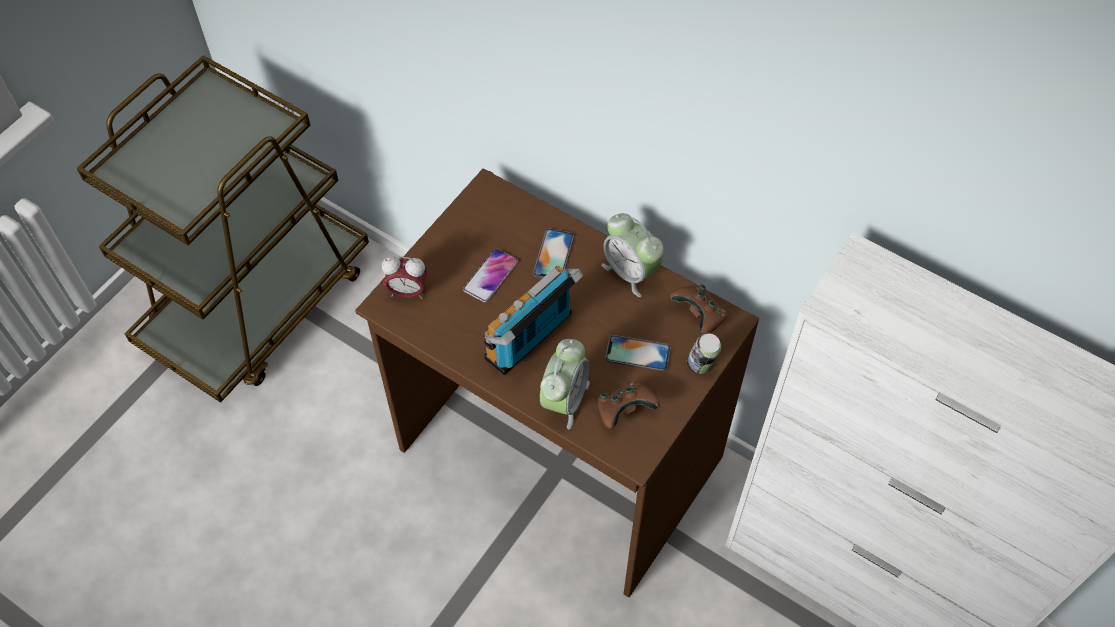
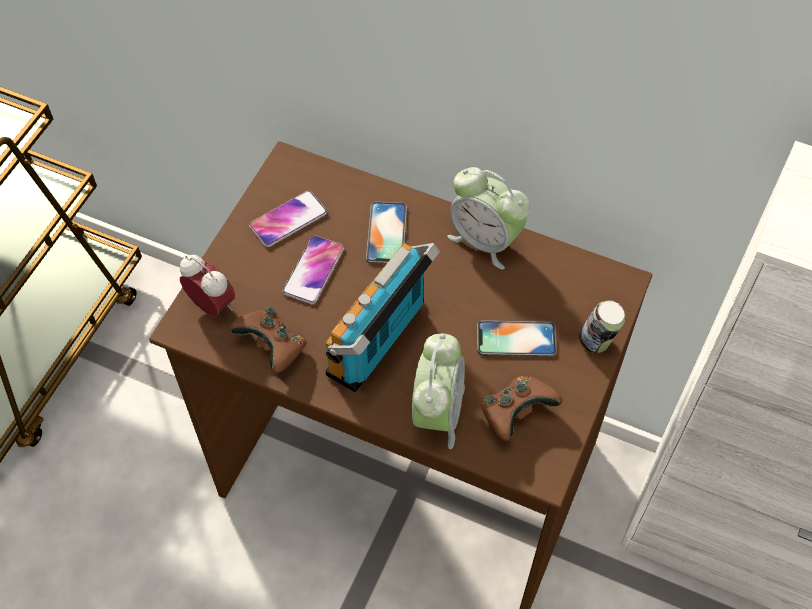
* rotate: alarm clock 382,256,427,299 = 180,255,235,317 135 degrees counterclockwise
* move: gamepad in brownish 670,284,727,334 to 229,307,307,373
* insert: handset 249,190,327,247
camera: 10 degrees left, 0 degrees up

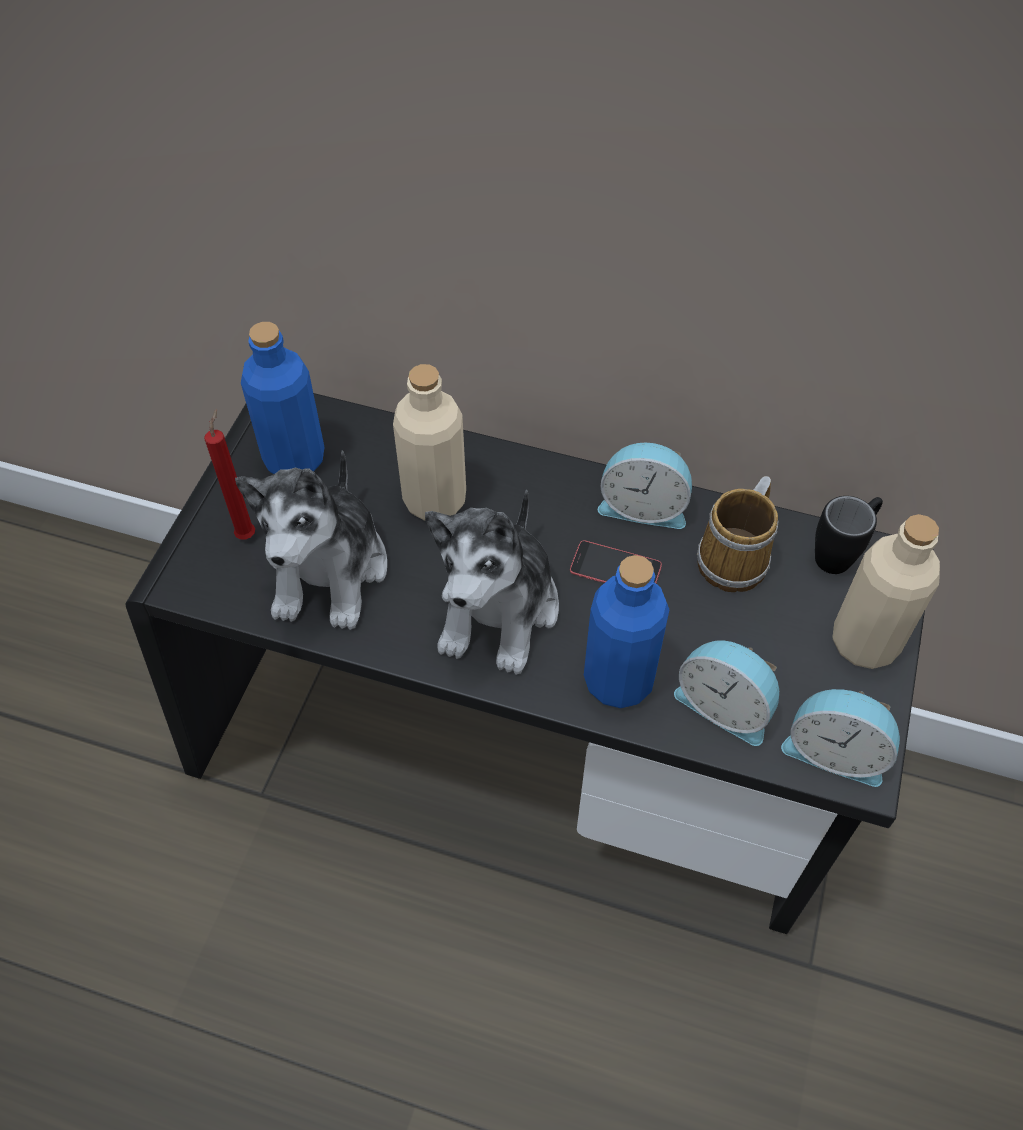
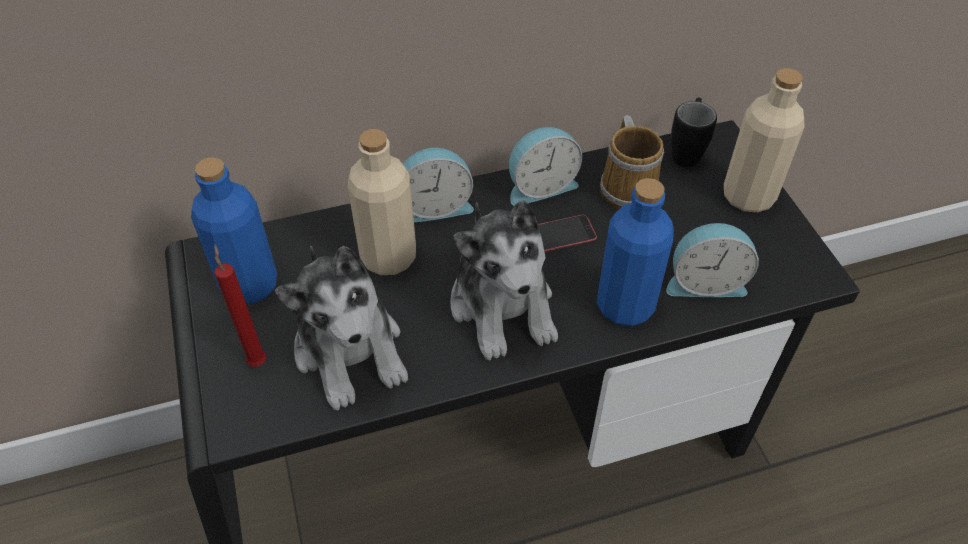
* move: alarm clock 781,689,900,787 to 403,148,474,222
camera: 35 degrees left, 5 degrees down

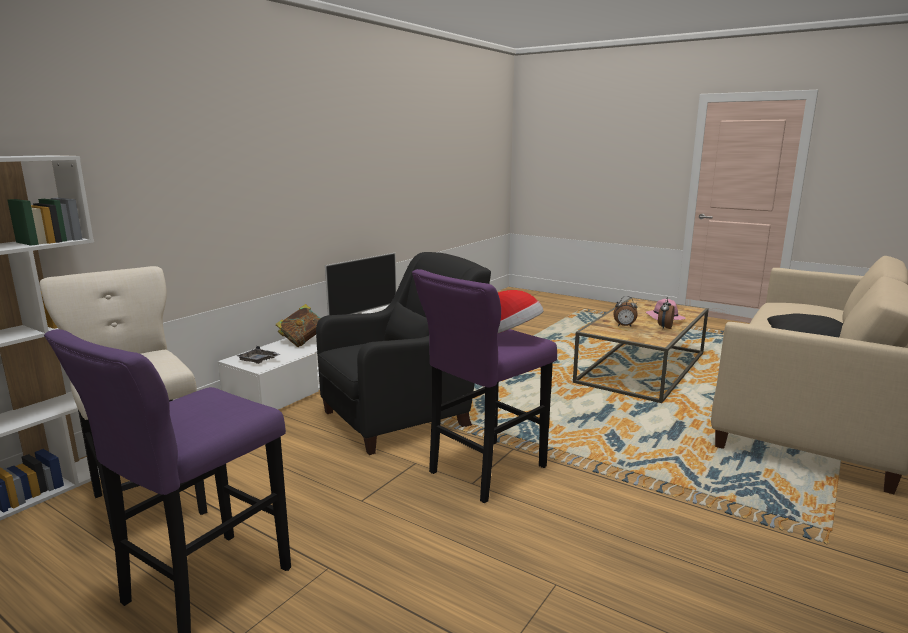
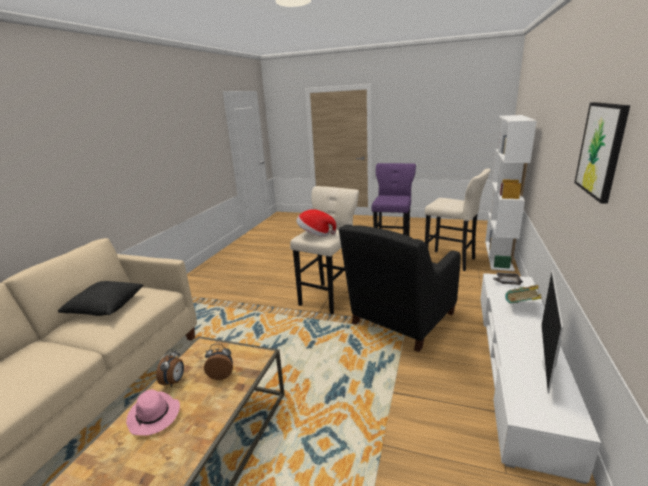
* recolor: stool in purple-coloured 412,269,557,503 to stool in sand-coloured 290,186,359,314
* insert: wall picture 574,102,630,204
camera: 165 degrees right, 5 degrees up

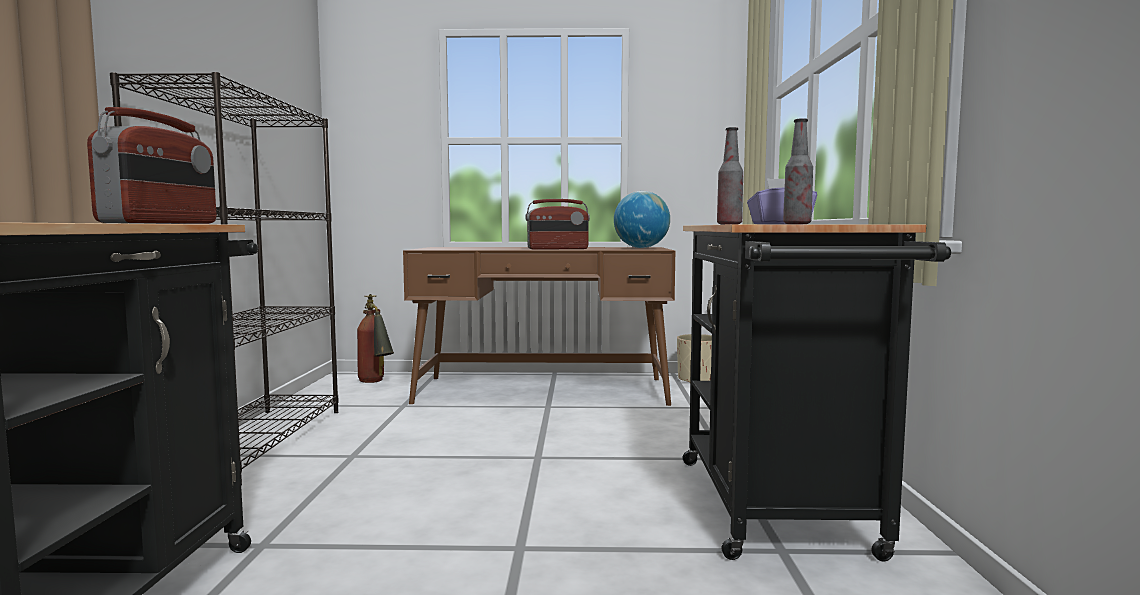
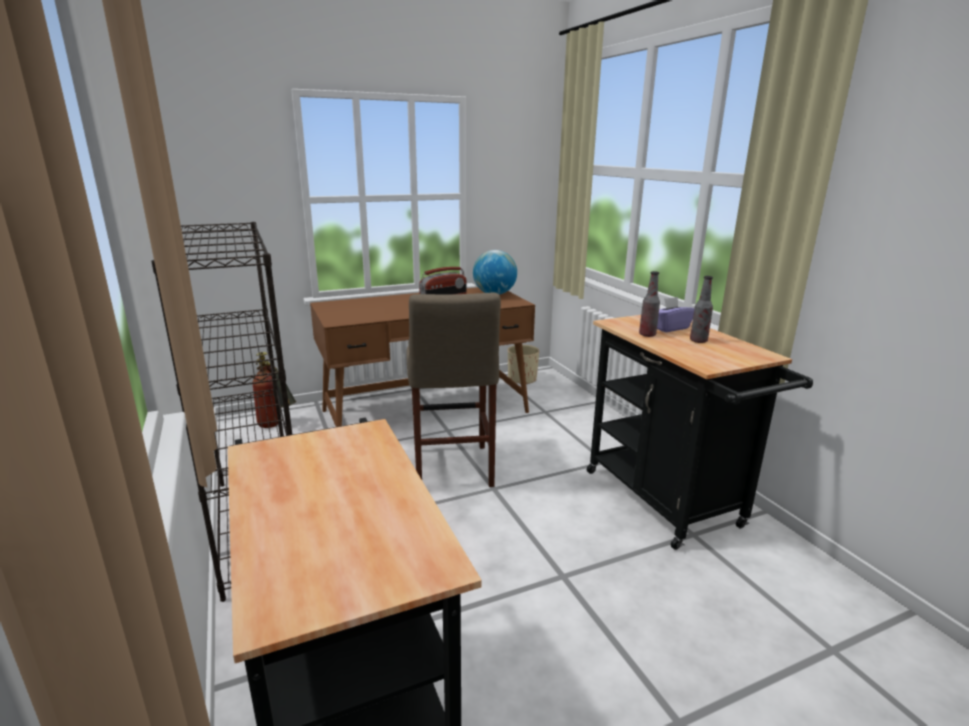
* delete: radio 87,107,217,224
* insert: stool in sand-coloured 406,293,501,487
camera: 25 degrees left, 15 degrees up

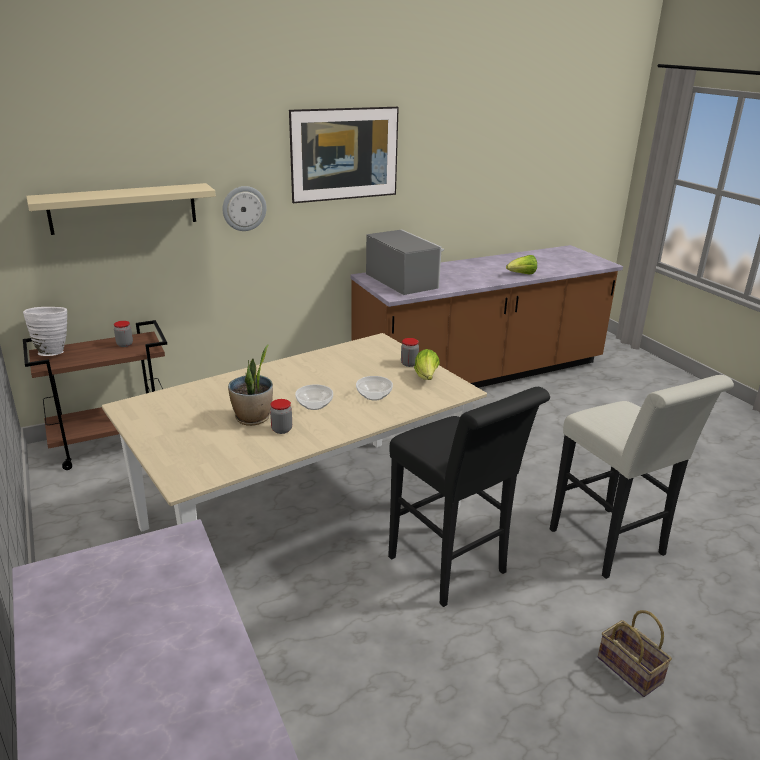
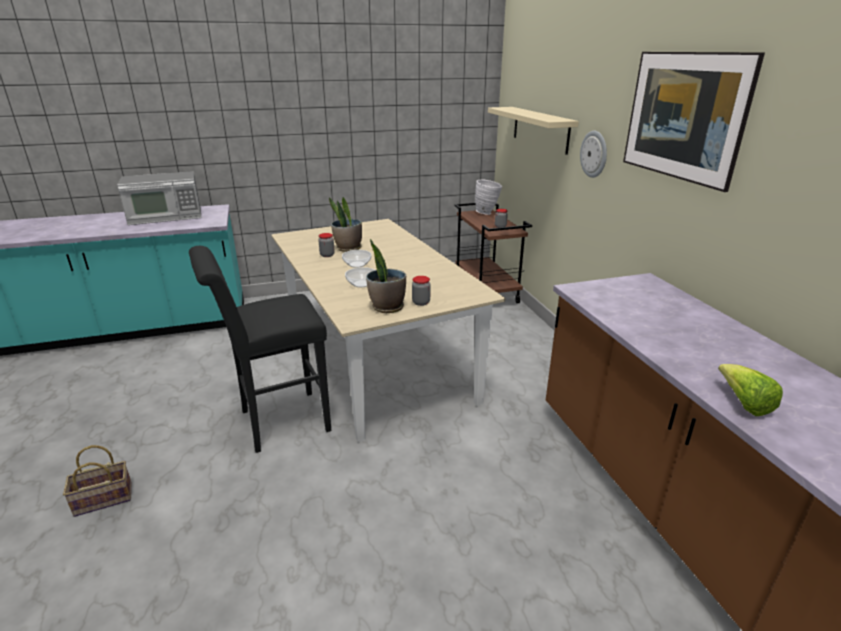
* move: kitchen microwave 366,230,444,295 to 117,171,201,225
* replace: lettuce head 414,349,440,380 to potted plant 366,239,406,313
* delete: stool in white 550,375,734,579
camera: 100 degrees right, 0 degrees up

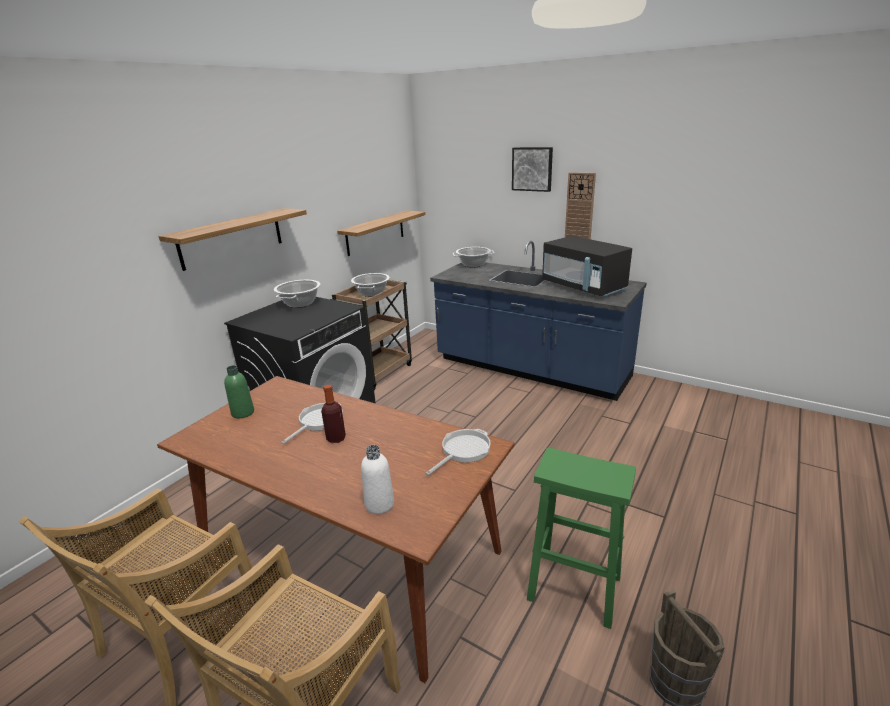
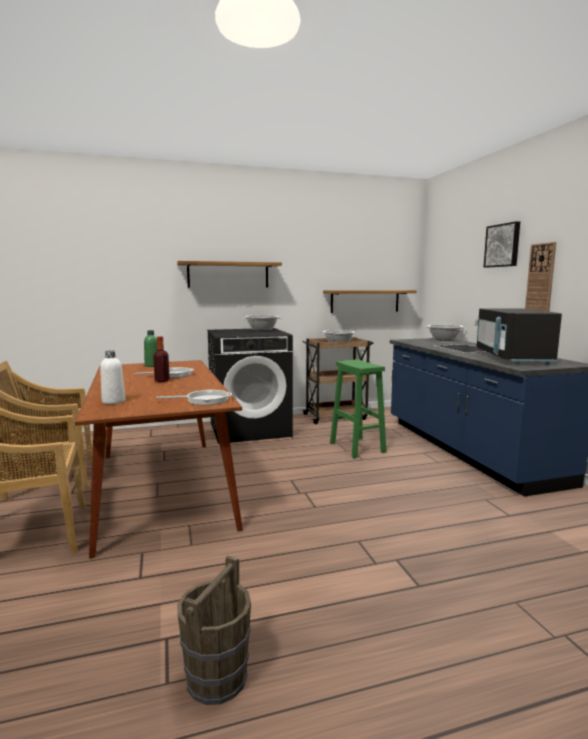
* move: stool in greenish 527,447,636,629 to 330,359,387,458
camera: 40 degrees right, 15 degrees down

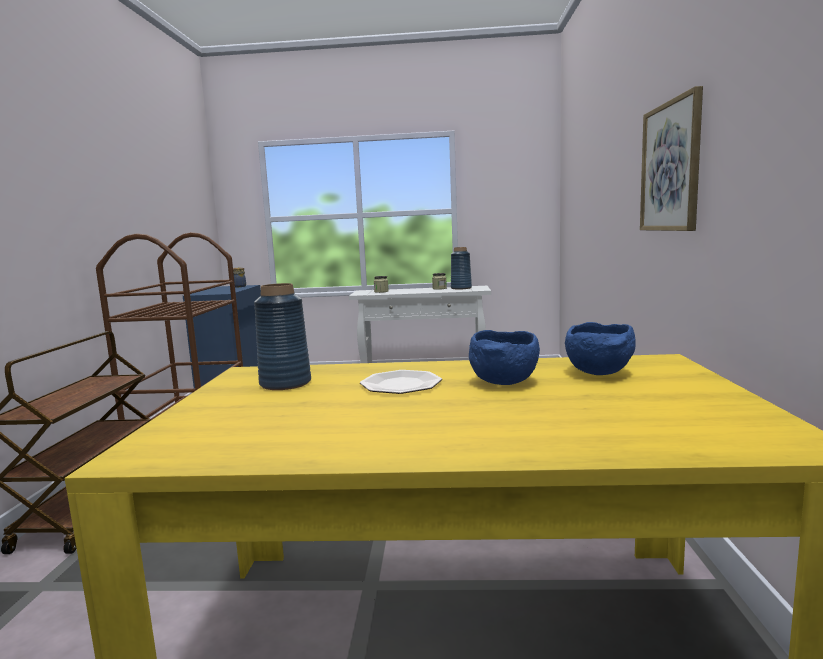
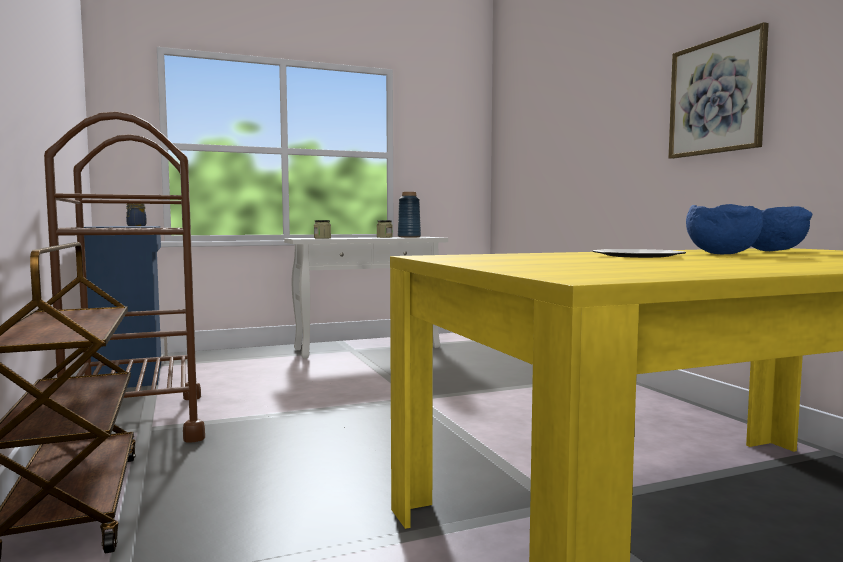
* delete: flower vase in blue-coloured 254,283,311,390
camera: 25 degrees left, 5 degrees down

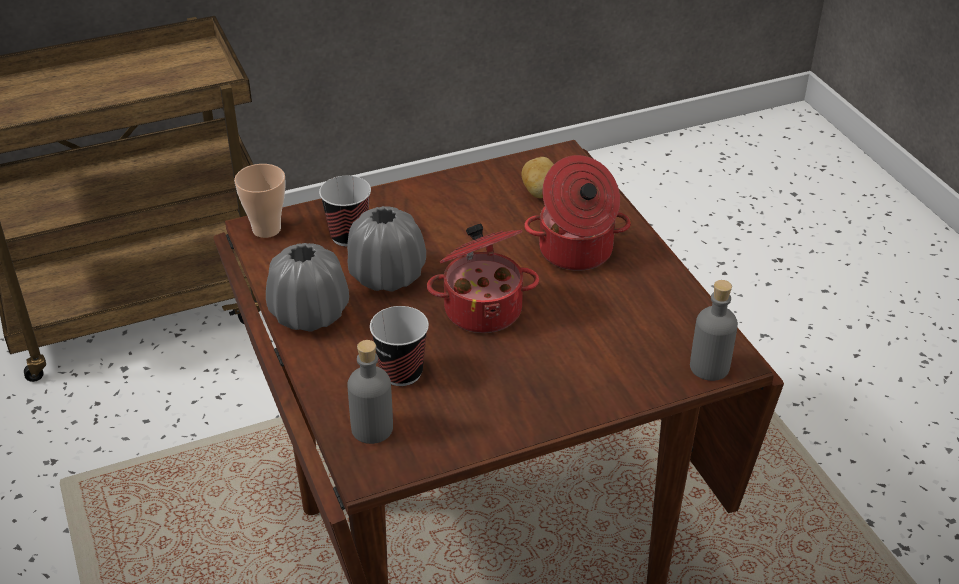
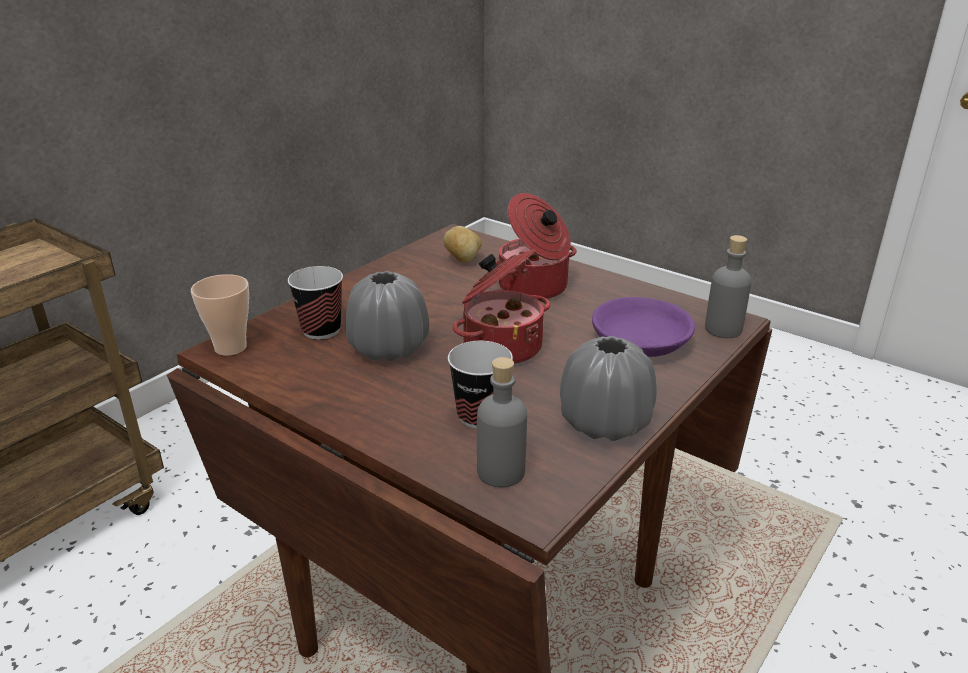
* move: flower vase in greyish 266,243,349,332 to 560,336,657,441
* insert: bowl in purple-coloured 592,297,695,357
camera: 30 degrees left, 10 degrees down

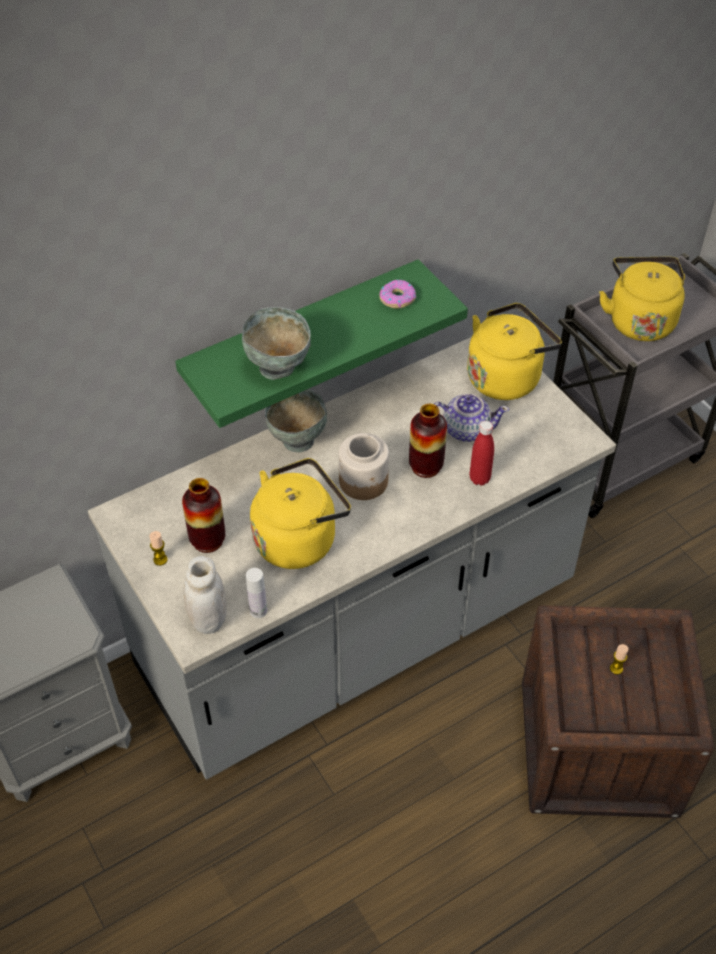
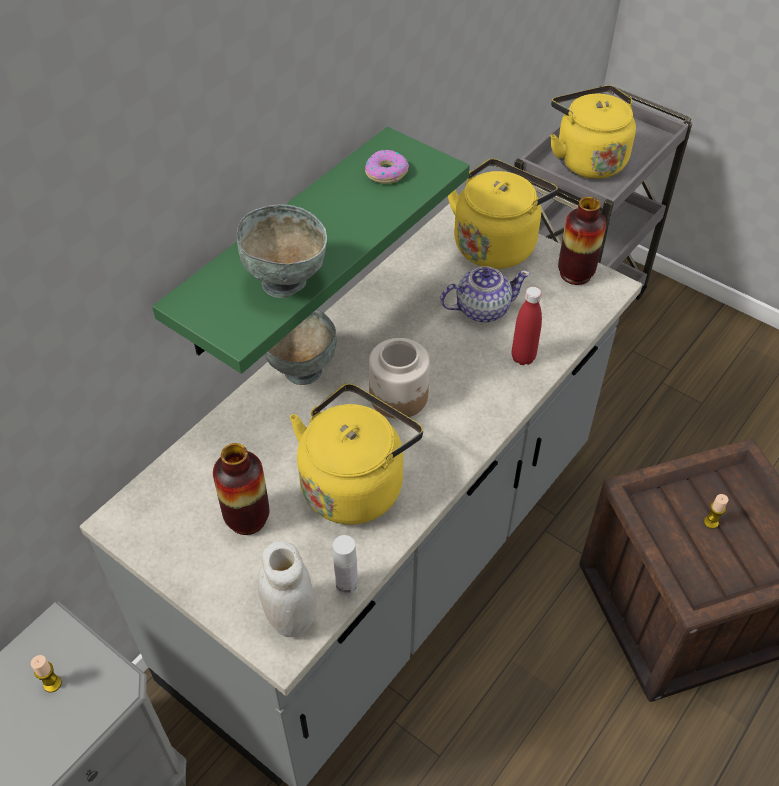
* move: wax candle 149,531,168,566 to 31,655,62,693
* move: flower vase 409,404,447,478 to 558,197,606,285
camera: 20 degrees left, 0 degrees up

